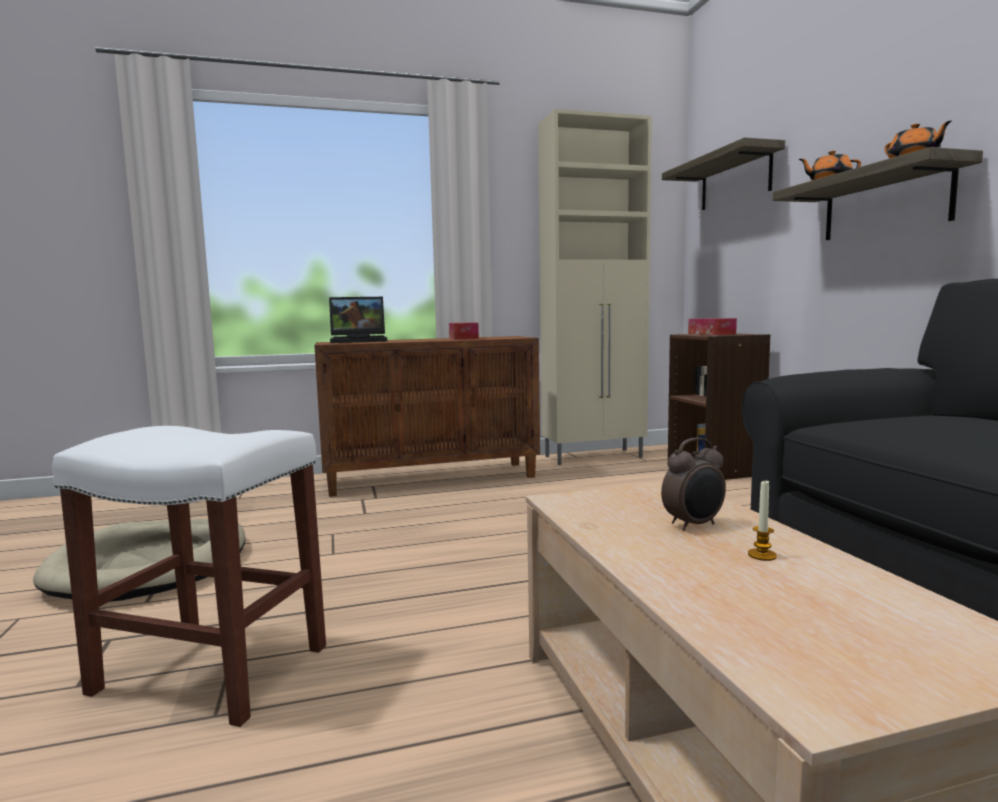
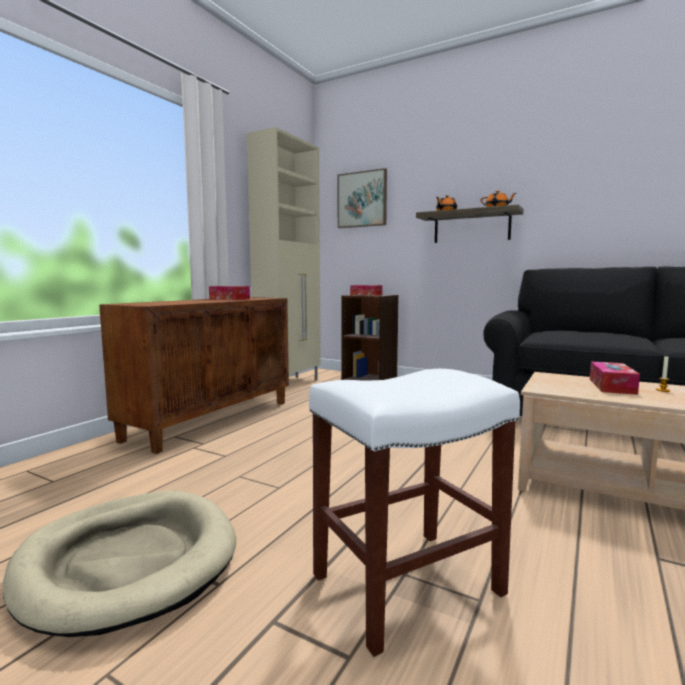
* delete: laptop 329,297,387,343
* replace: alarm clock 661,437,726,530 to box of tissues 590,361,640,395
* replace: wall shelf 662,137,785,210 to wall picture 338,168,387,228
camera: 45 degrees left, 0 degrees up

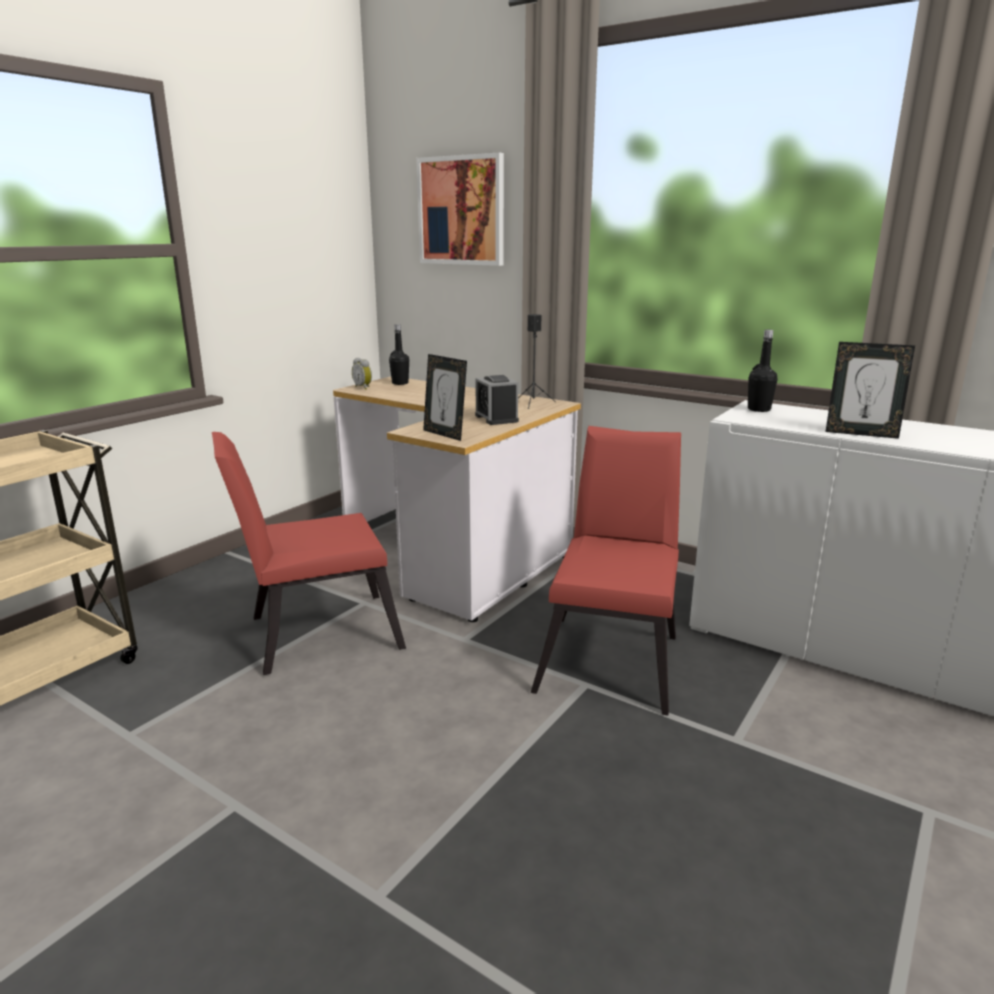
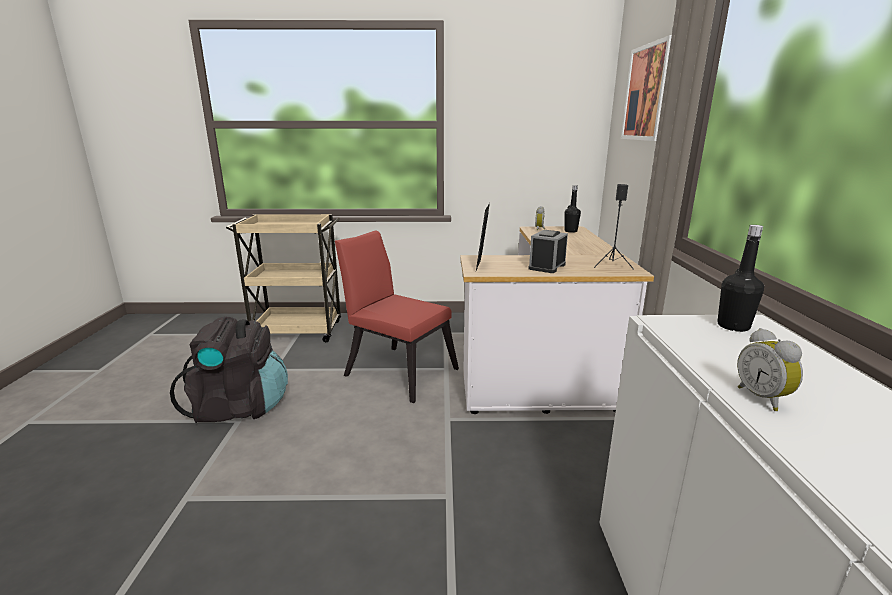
* delete: upright chair in red 531,426,681,715
* replace: picture frame 825,342,915,439 to alarm clock 737,328,803,411
* insert: backpack in black-coloured 170,317,288,423
camera: 55 degrees right, 0 degrees up

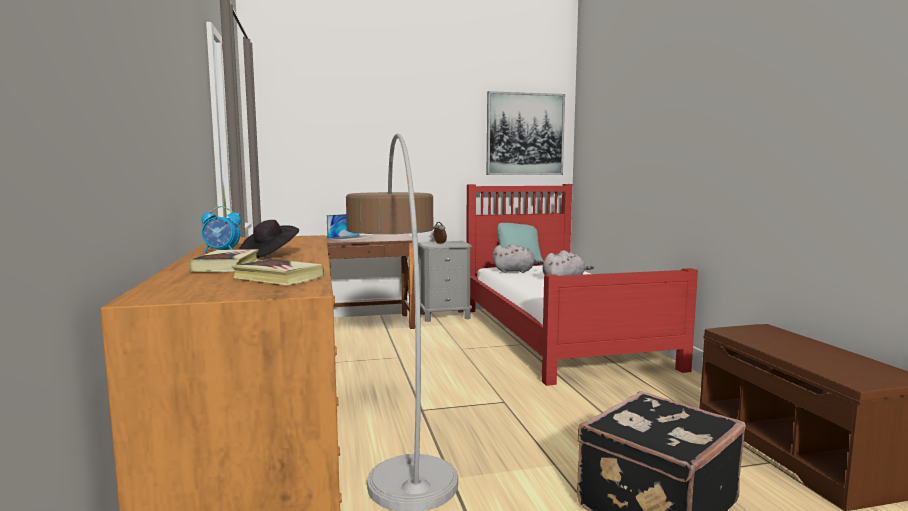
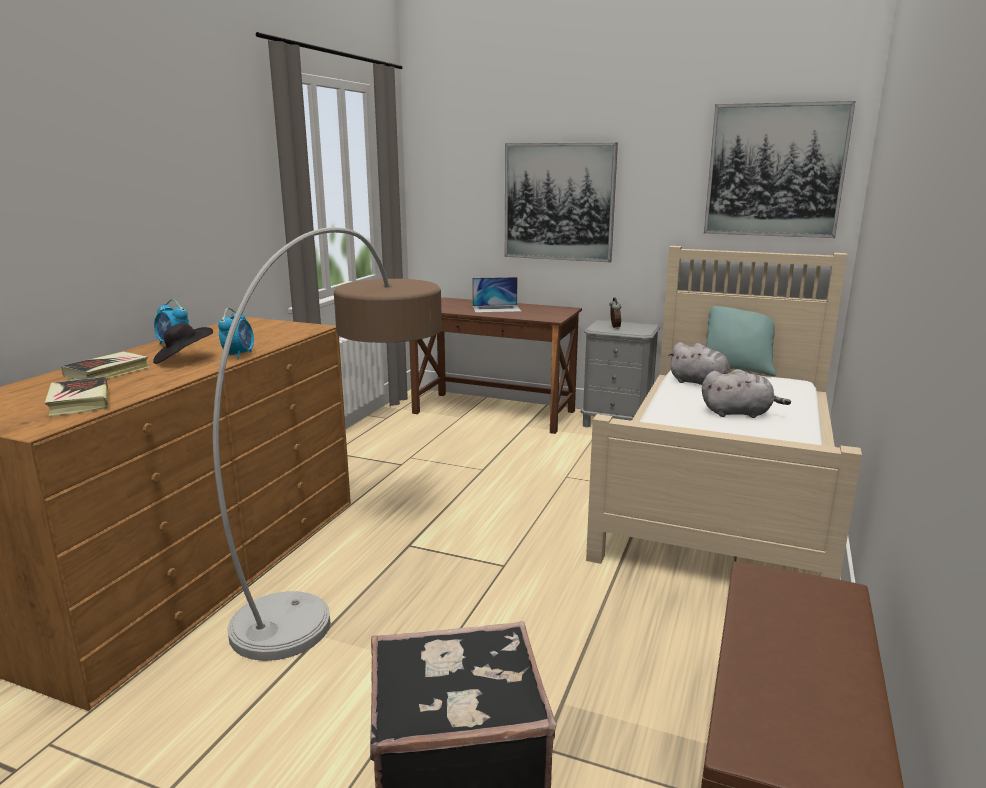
* recolor: bedroom bed in red 467,184,698,386 to bedroom bed in sand-coloured 586,246,862,580
* insert: alarm clock 218,308,254,360
* insert: wall picture 505,143,618,262
camera: 35 degrees right, 10 degrees up

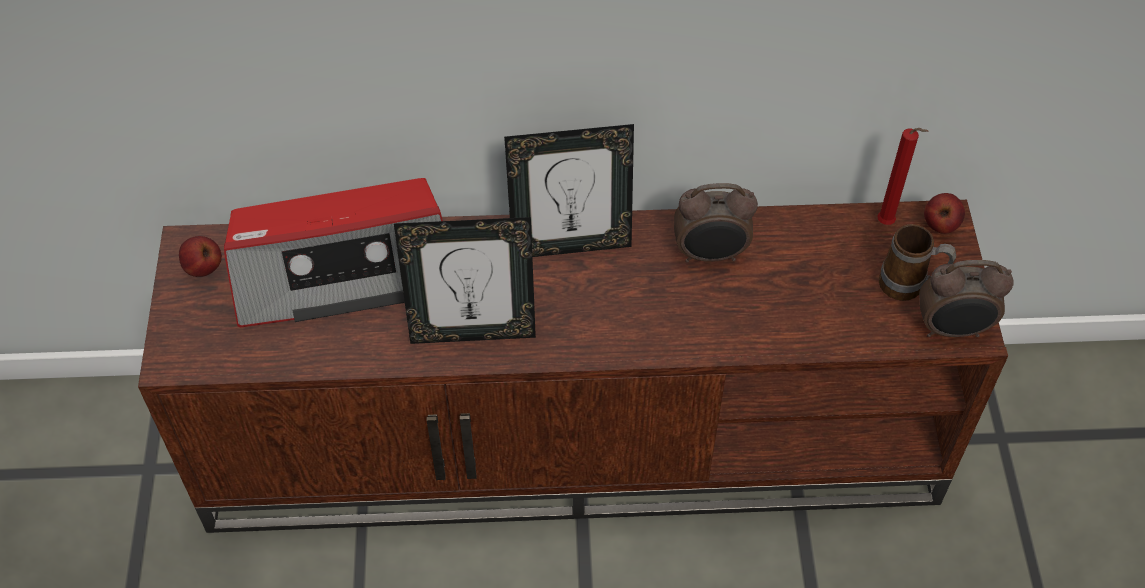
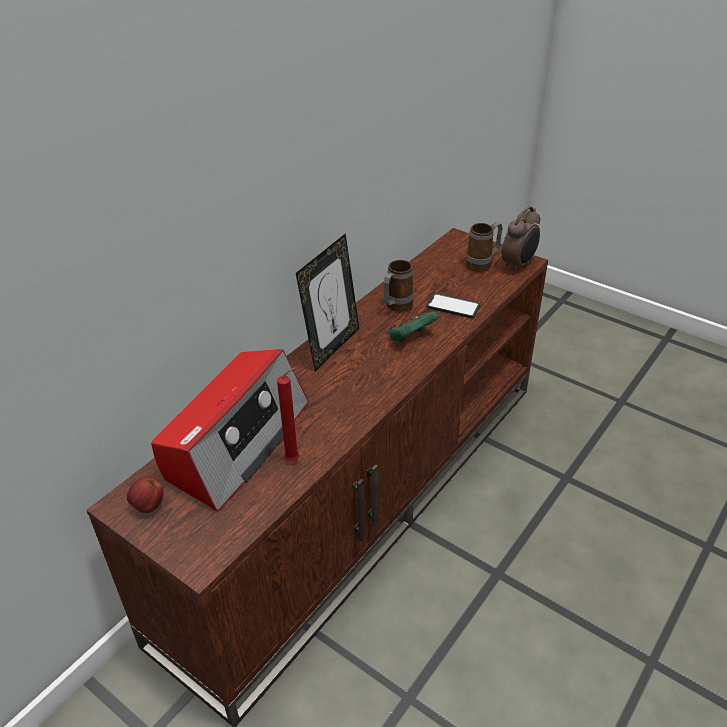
* delete: picture frame 394,217,536,344
* replace: alarm clock 674,183,758,263 to tea mug 383,260,414,312
* move: wax candle in red 877,128,929,225 to 277,367,299,461
* delete: whole apple 924,193,965,234
* insert: gamepad in greenish 390,311,438,342
* insert: handset 426,293,481,318
camera: 50 degrees left, 15 degrees down

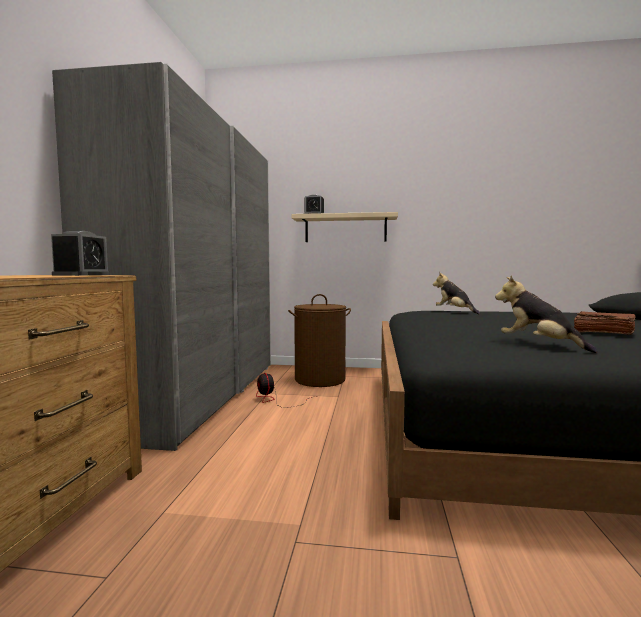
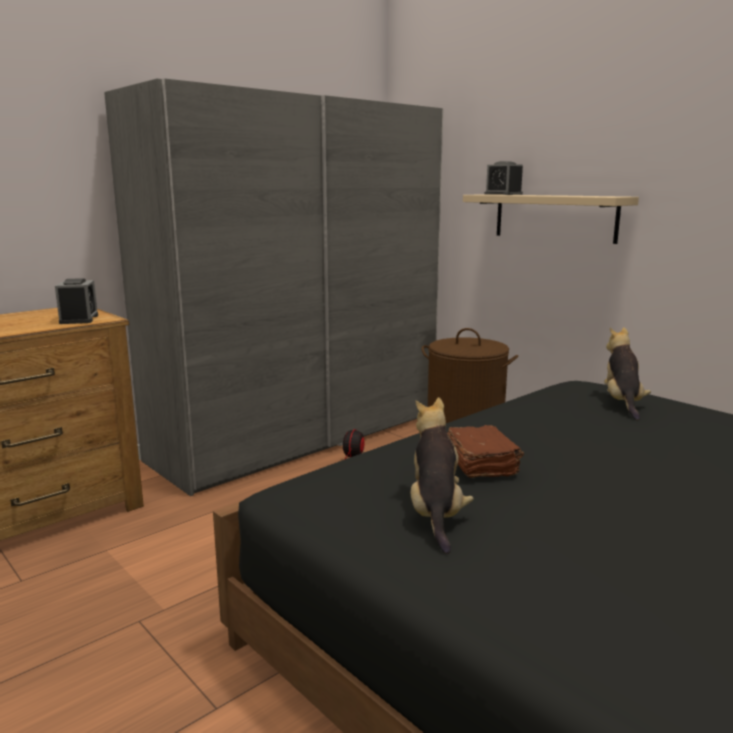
* rotate: alarm clock 51,231,110,276 = 55,278,98,324 60 degrees counterclockwise
* move: volume in brownish 574,311,636,335 to 447,425,524,478
camera: 40 degrees right, 10 degrees up

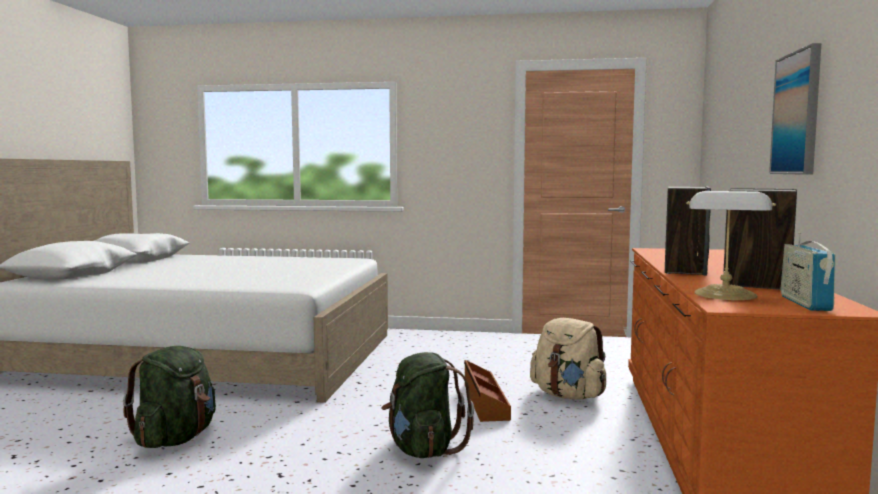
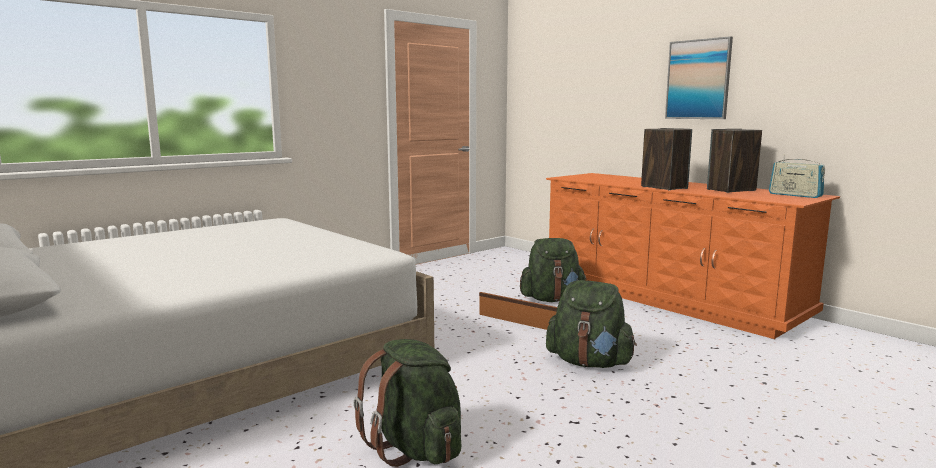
* recolor: backpack in sand-coloured 530,318,606,400 to backpack in greenish 520,238,587,302
* delete: tabletop lamp 686,191,776,300
camera: 50 degrees left, 5 degrees up

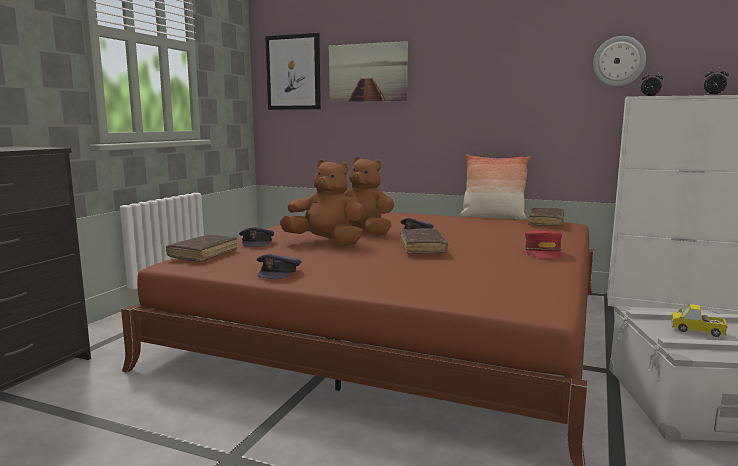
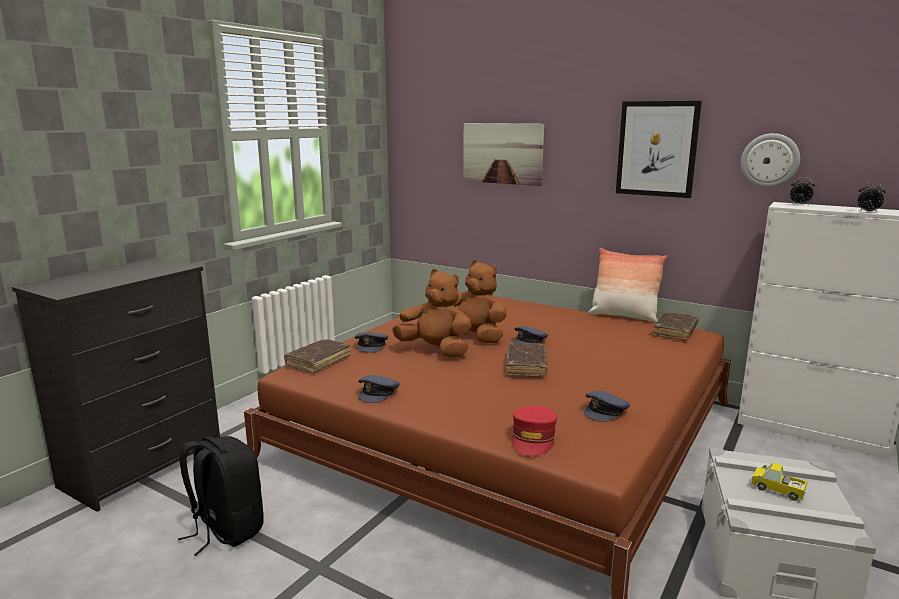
* move: wall picture 265,33,321,110 to 616,101,702,198
* move: peaked cap in red 525,230,562,259 to 511,405,557,456
* insert: backpack in black-coloured 178,436,264,556
* insert: peaked cap in greyish 584,391,630,422
camera: 10 degrees right, 5 degrees up

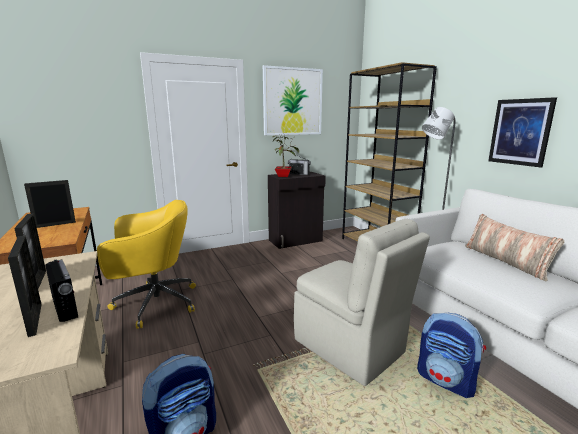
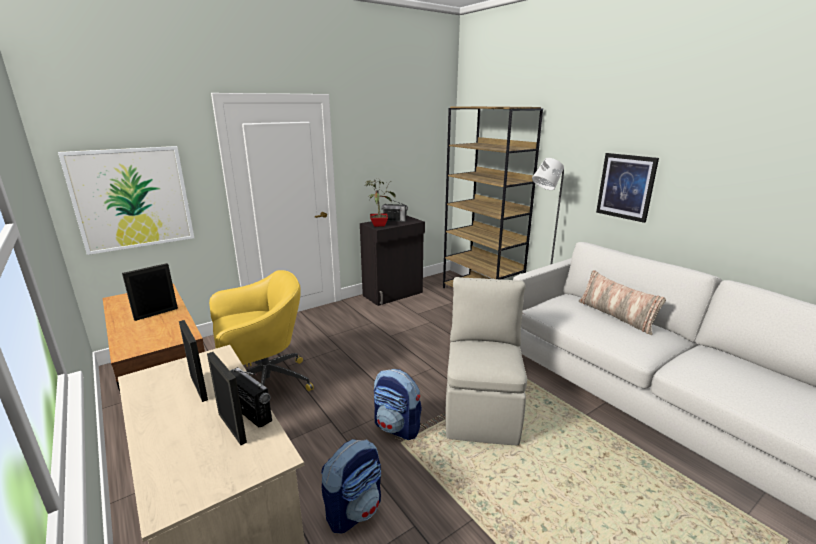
* move: wall picture 263,65,323,135 to 58,146,194,255
* rotate: upright chair in sand-coloured 294,219,430,386 = 446,277,527,445 120 degrees counterclockwise
* move: backpack 417,313,486,398 to 374,369,422,440
camera: 10 degrees left, 5 degrees up

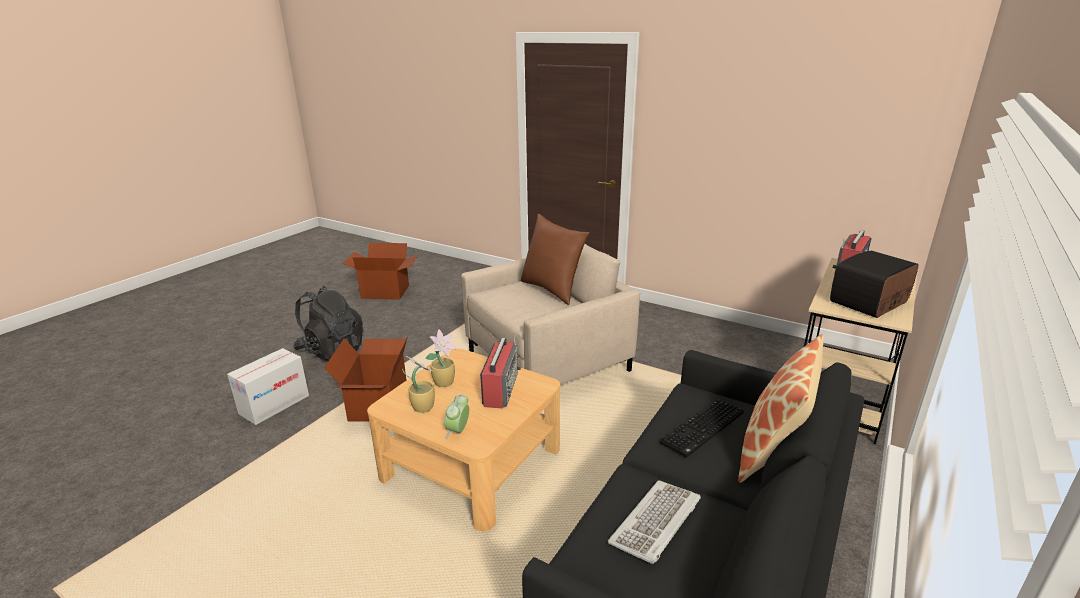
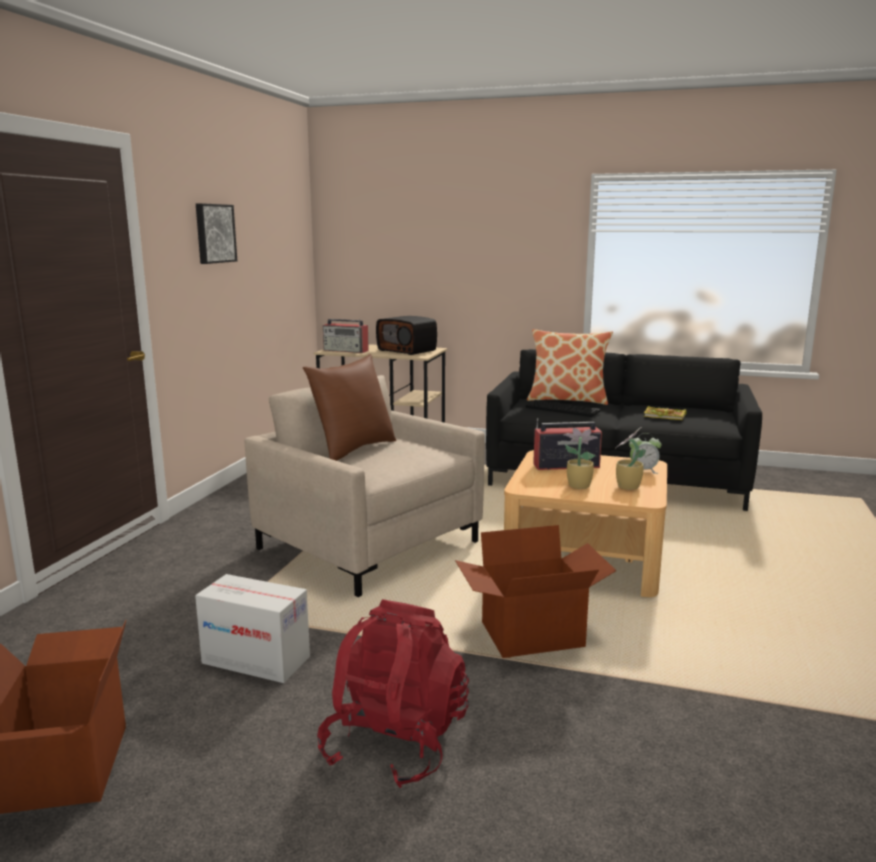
* move: carton 227,348,309,425 to 195,574,310,683
* recolor: backpack in black-coloured 293,286,364,361 to backpack in red 317,599,469,788
* replace: keyboard 607,480,701,564 to volume 644,406,687,420
* insert: wall picture 196,203,237,264
camera: 105 degrees left, 10 degrees down

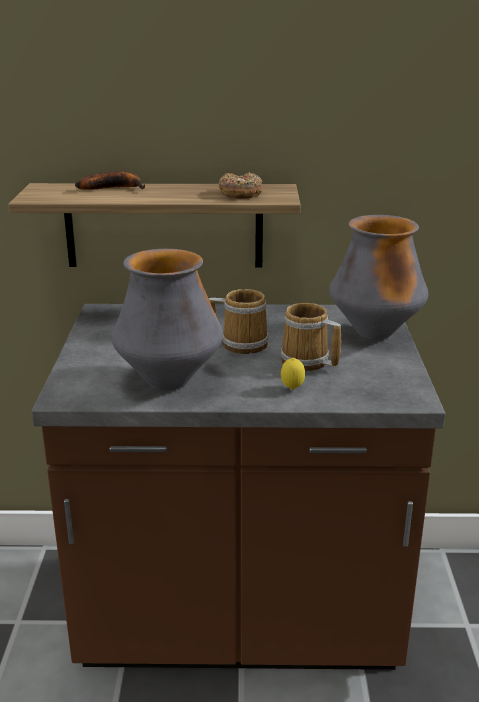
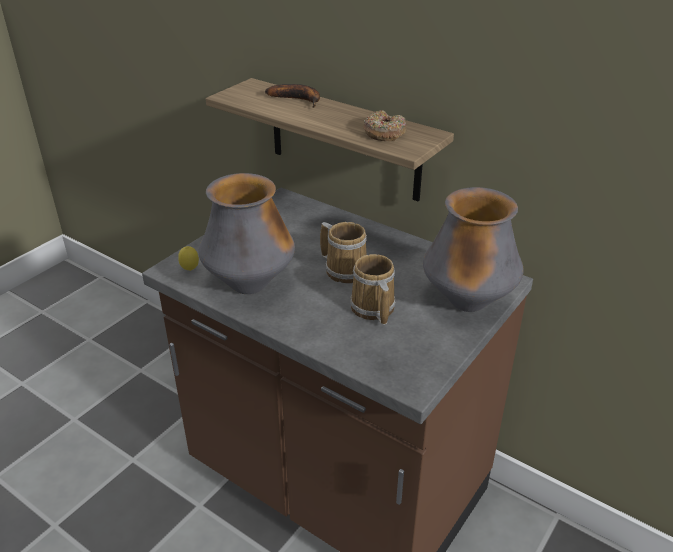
* move: whole lemon 281,358,305,390 to 178,246,199,271
camera: 35 degrees right, 10 degrees up

